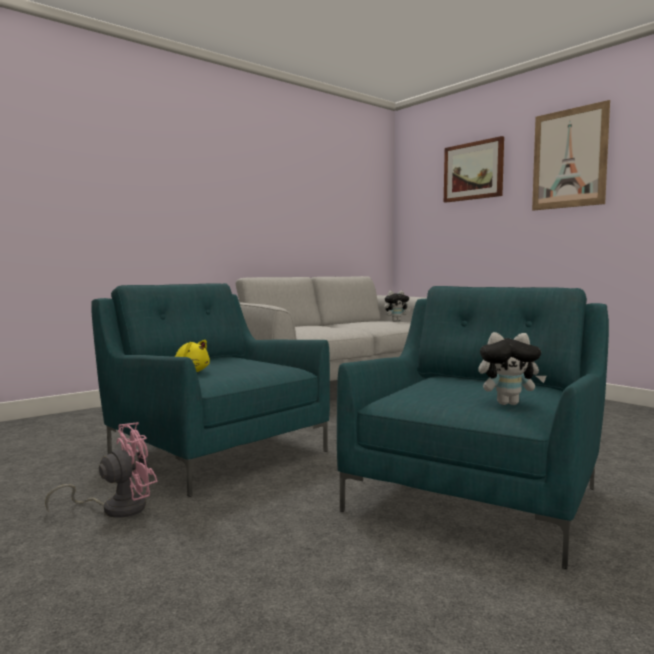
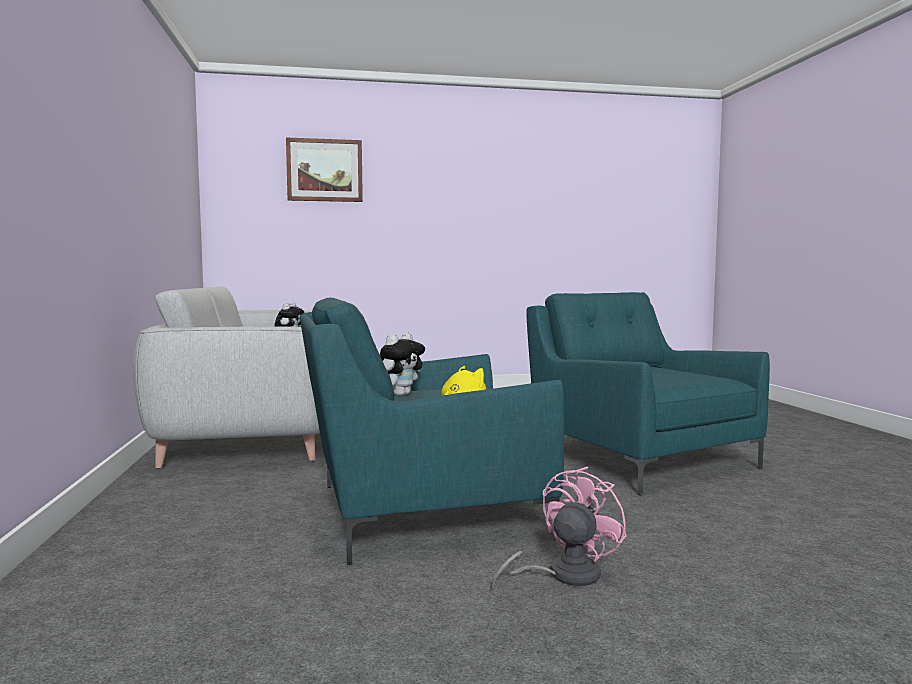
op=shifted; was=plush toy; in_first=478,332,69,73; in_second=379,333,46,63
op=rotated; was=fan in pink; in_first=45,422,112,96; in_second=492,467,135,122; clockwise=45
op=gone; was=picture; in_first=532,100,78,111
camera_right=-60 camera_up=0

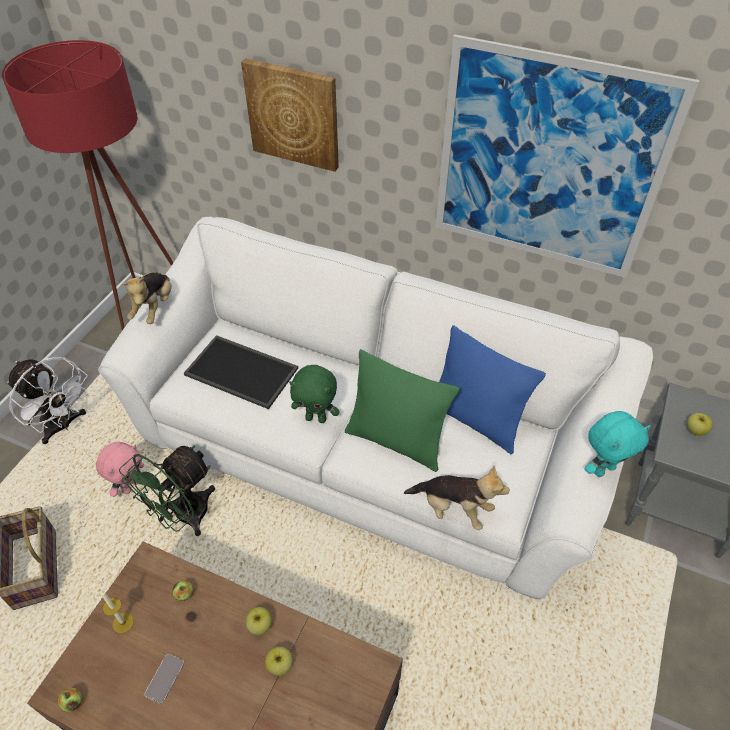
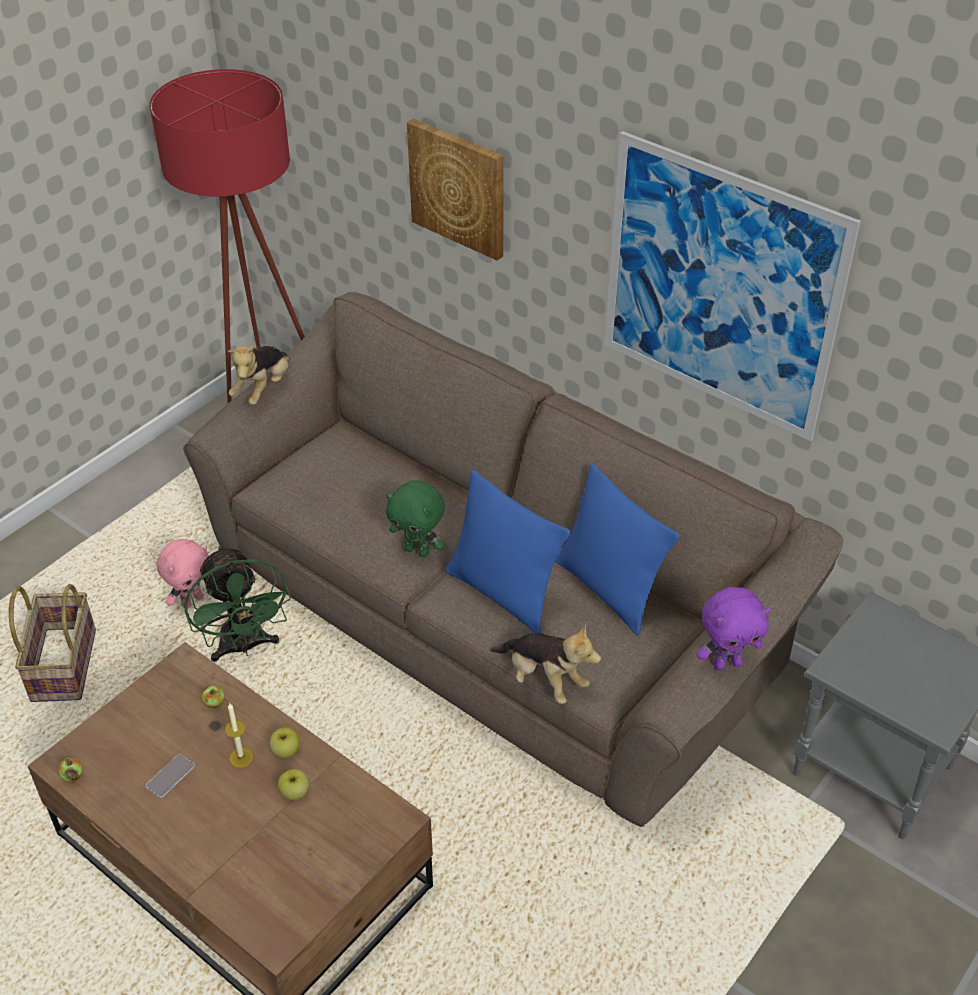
op=repainted; was=sofa in white; now=sofa in brown; in_first=98,217,555,383; in_second=183,292,660,535
op=rotated; was=fan in green; in_first=119,446,96,90; in_second=184,545,107,117; clockwise=-75
op=shifted; was=candle; in_first=101,591,33,42; in_second=225,703,28,65
op=repainted; was=pillow in green; now=pillow in blue; in_first=345,350,114,122; in_second=445,470,125,163
op=repainted; was=plush toy in turquoise; now=plush toy in purple; in_first=585,411,66,66; in_second=697,587,74,83
op=gone; was=fan in white; in_first=7,357,83,87
op=gone; was=tray; in_first=184,335,114,74
op=gone; was=apple; in_first=687,413,26,23
camera_right=15 camera_up=-5

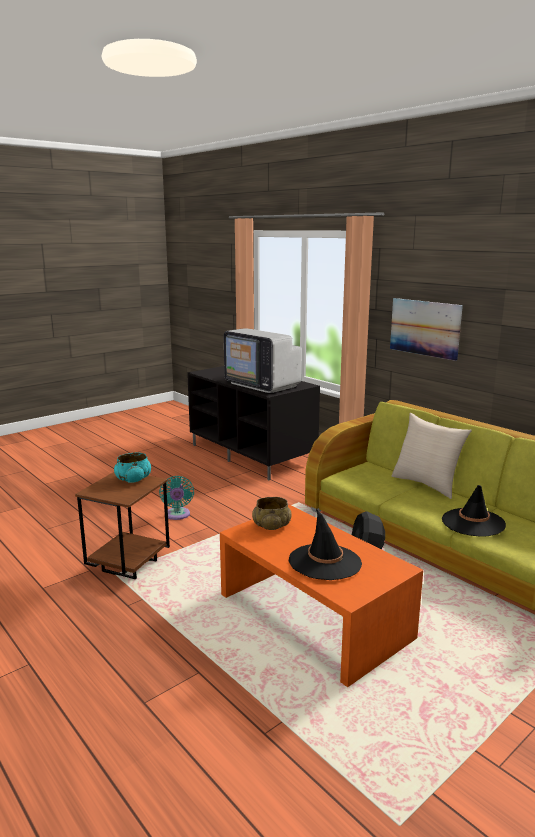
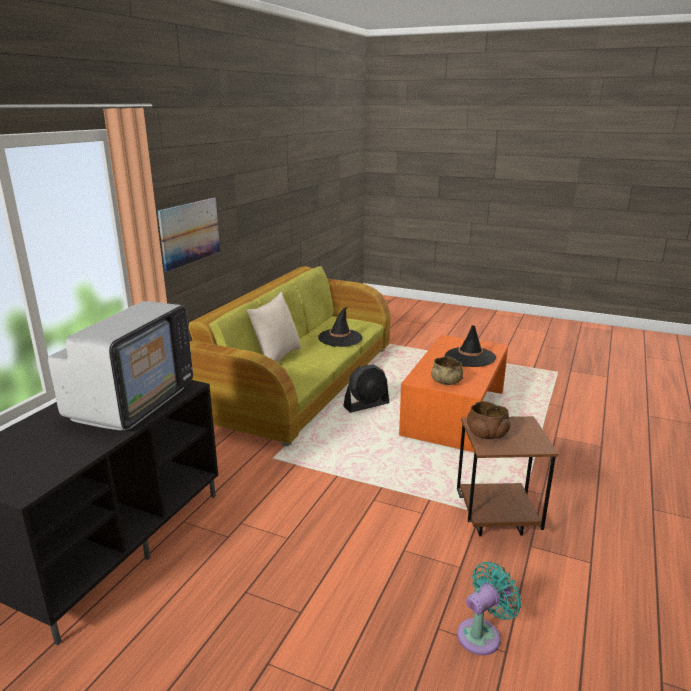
op=shifted; was=fan in turquoise; in_first=159,476,35,44; in_second=457,561,65,94
op=repainted; was=bowl in turquoise; now=bowl in brown; in_first=114,452,37,31; in_second=467,401,43,38
camera_right=-115 camera_up=5

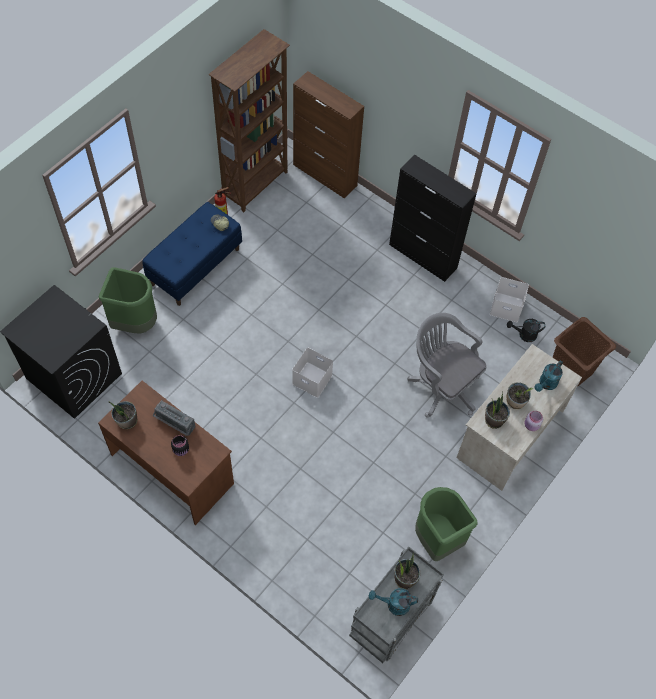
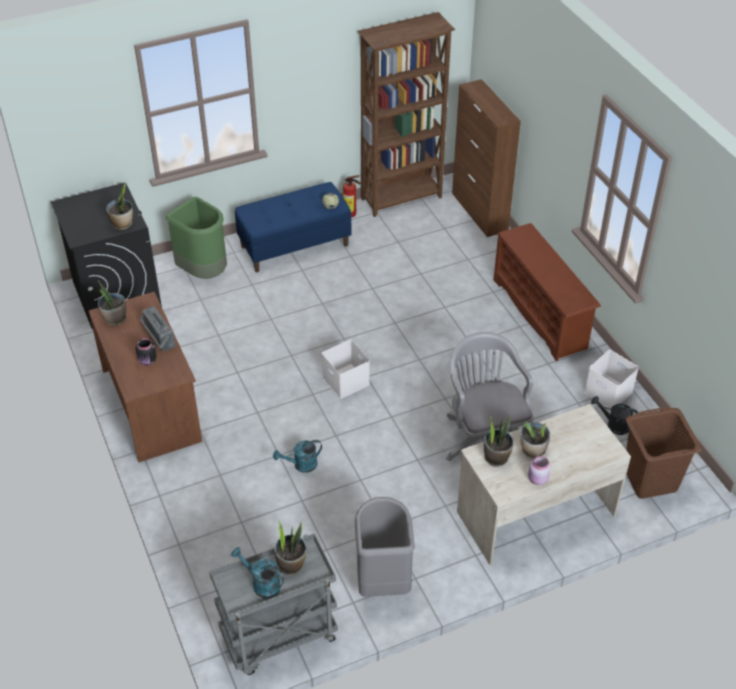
op=new; now=potted plant; in_second=106,183,27,47
op=shifted; was=watering can in turquoise; in_first=535,360,28,32; in_second=273,440,49,33
op=repainted; was=trash can in green; now=trash can in grey; in_first=415,487,63,74; in_second=355,497,60,100
op=swapped; was=cabinet in black; now=shoe rack in brown; in_first=389,155,88,127; in_second=494,223,107,138
camera_right=30 camera_up=-15

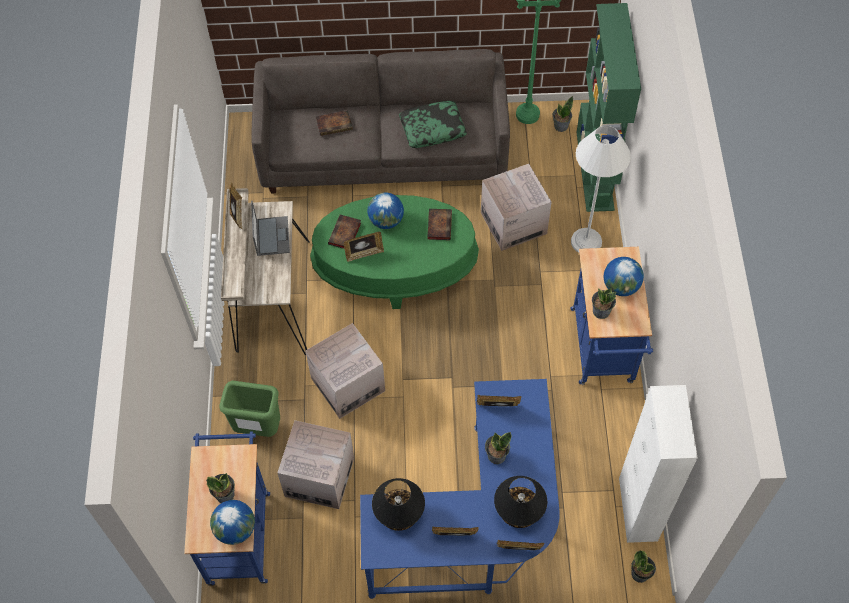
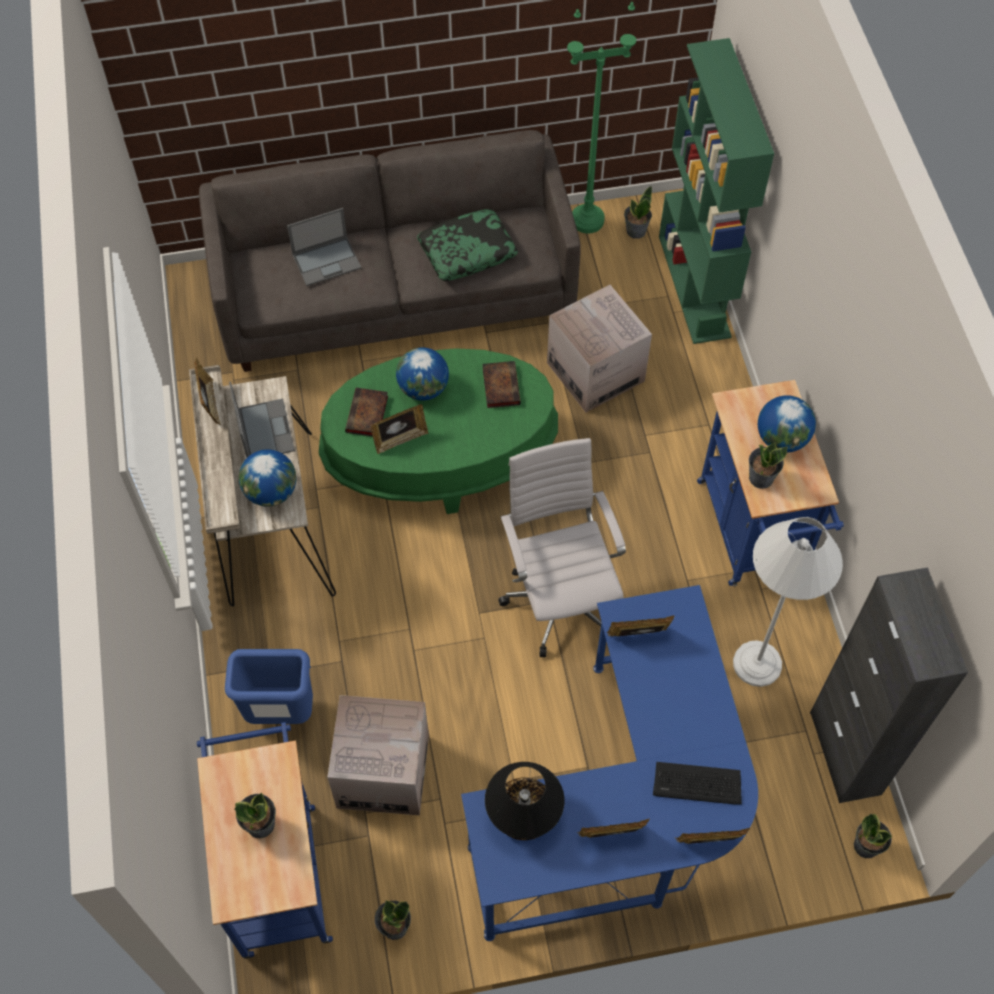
op=repainted; was=trash can in green; now=trash can in blue; in_first=219,381,61,56; in_second=225,649,88,75
op=shifted; was=globe; in_first=210,500,45,45; in_second=239,449,57,58
op=swapped; was=book; now=laptop; in_first=316,110,37,26; in_second=287,208,74,78
op=shifted; was=potted plant; in_first=485,432,26,32; in_second=375,900,36,40
op=new; now=office chair in white; in_second=498,438,128,219
op=swapped; was=table lamp in black; now=keyboard; in_first=494,476,53,52; in_second=653,762,89,43
op=shifted; was=floor lamp in white; in_first=571,125,60,127; in_second=733,517,110,170
op=repainted; was=cabinet in white; now=cabinet in black; in_first=619,385,79,158; in_second=810,567,158,236
op=gone; was=cardboard box; in_first=305,323,80,96
camera_right=-10 camera_up=0

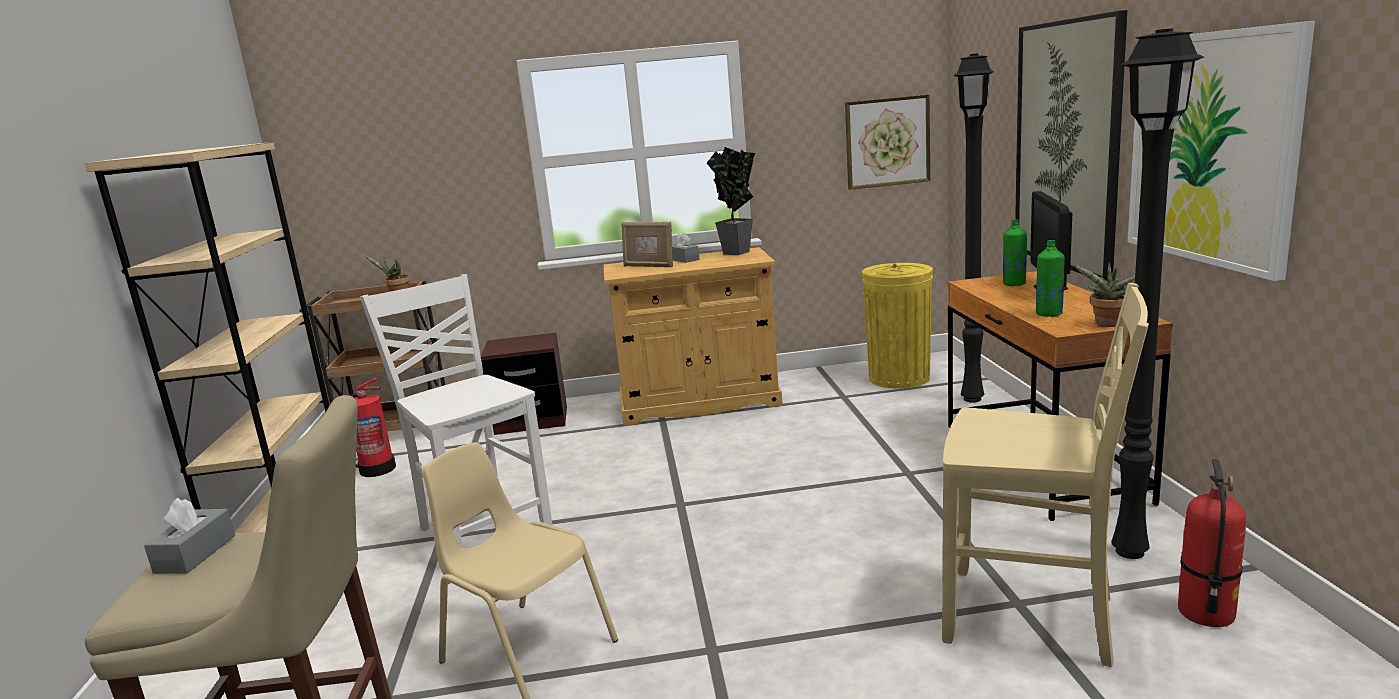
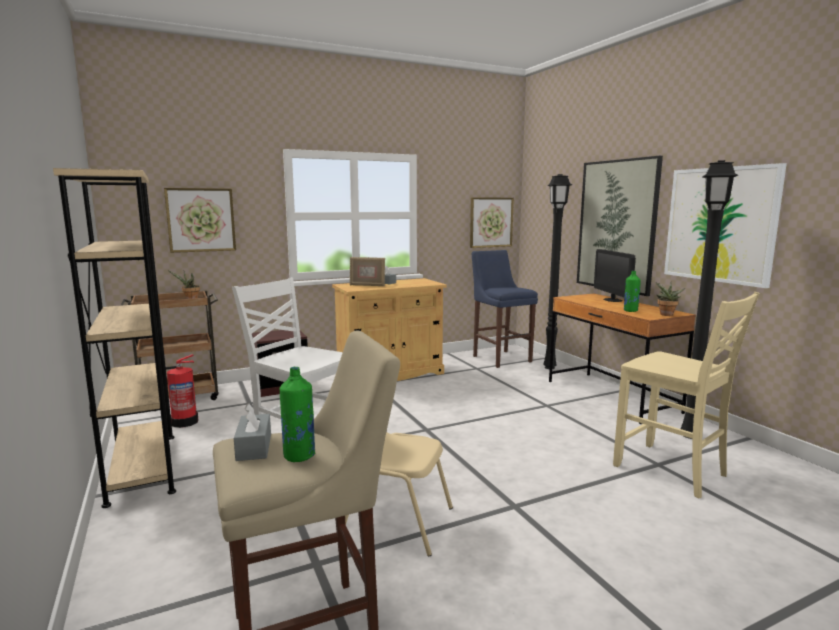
op=new; now=picture; in_second=164,188,72,65
op=shifted; was=bottle in green; in_first=1003,219,24,67; in_second=280,367,35,95
op=swapped; was=trash can in yellow; now=stool in blue; in_first=862,263,71,126; in_second=472,250,66,118
op=rotated; was=chair in beige; in_first=942,283,207,384; in_second=613,292,146,206; clockwise=45
op=gone; was=potted plant; in_first=707,147,48,108
op=gone; was=fire extinguisher; in_first=1178,459,68,168
camera_right=-20 camera_up=-5

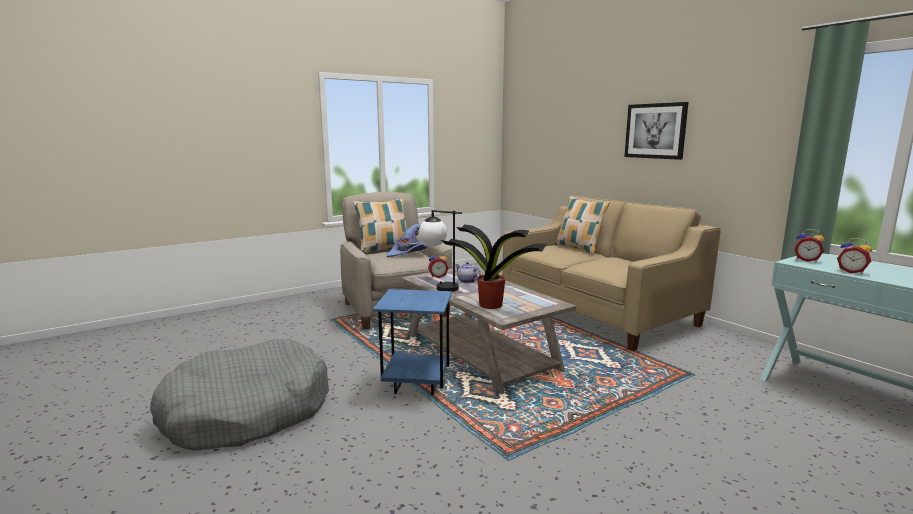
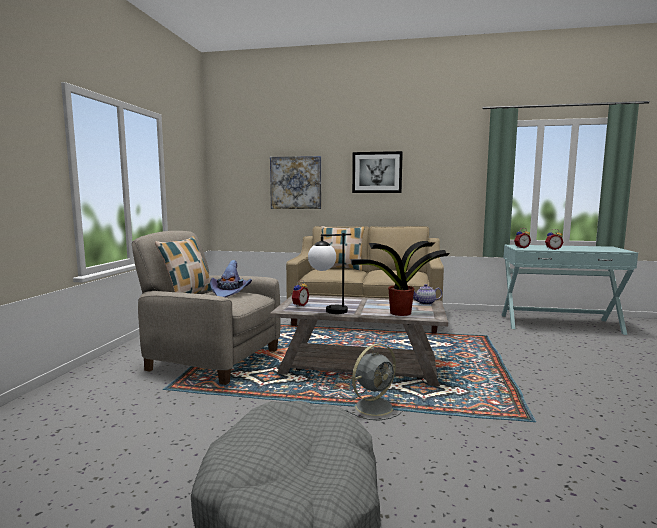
op=new; now=picture; in_second=270,156,51,53
op=swapped; was=side table in blue; now=fan in grey; in_first=373,289,79,106; in_second=345,343,58,77
op=shifted; was=teapot; in_first=455,262,26,21; in_second=413,284,29,21
camera_right=-45 camera_up=-5

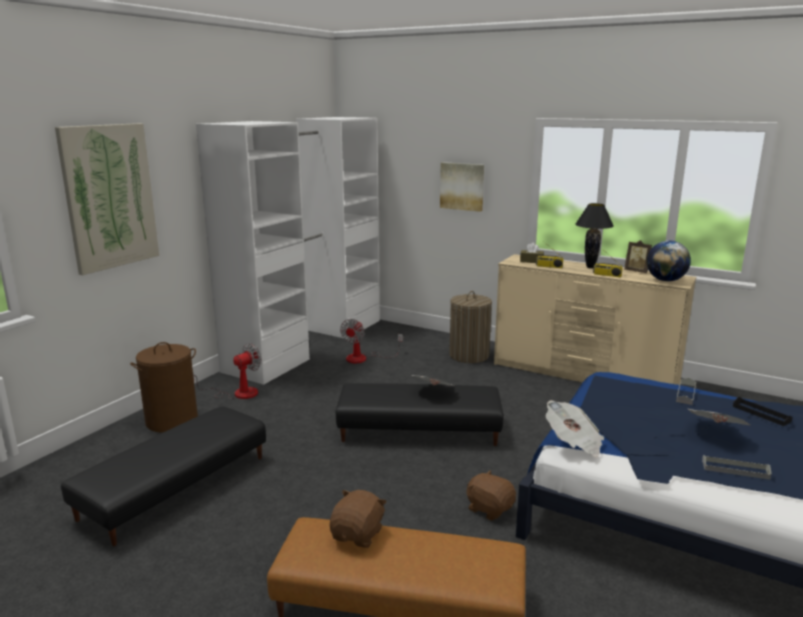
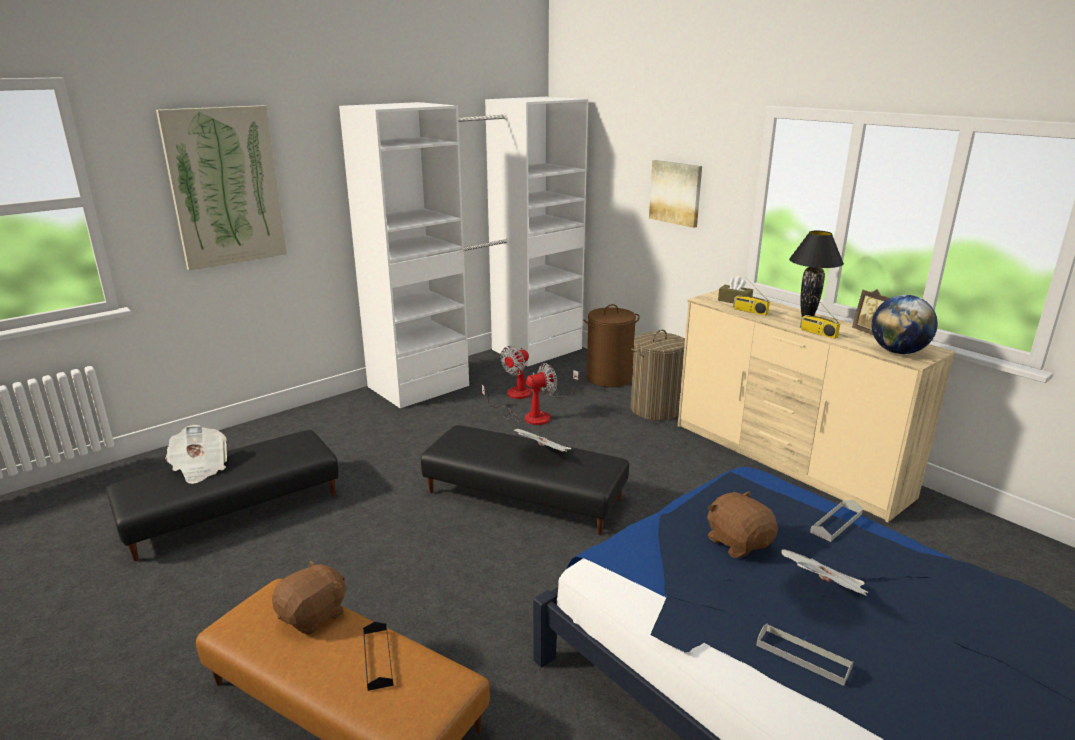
op=shifted; was=newspaper; in_first=545,400,59,57; in_second=166,425,61,59
op=shifted; was=tray in black; in_first=733,397,60,29; in_second=363,622,30,69
op=shifted; was=fan; in_first=193,343,69,56; in_second=482,363,75,62
op=shifted; was=laundry basket in brown; in_first=130,342,68,91; in_second=583,304,57,83
op=shifted; was=plush toy in brown; in_first=467,470,49,51; in_second=707,491,71,67
camera_right=20 camera_up=5

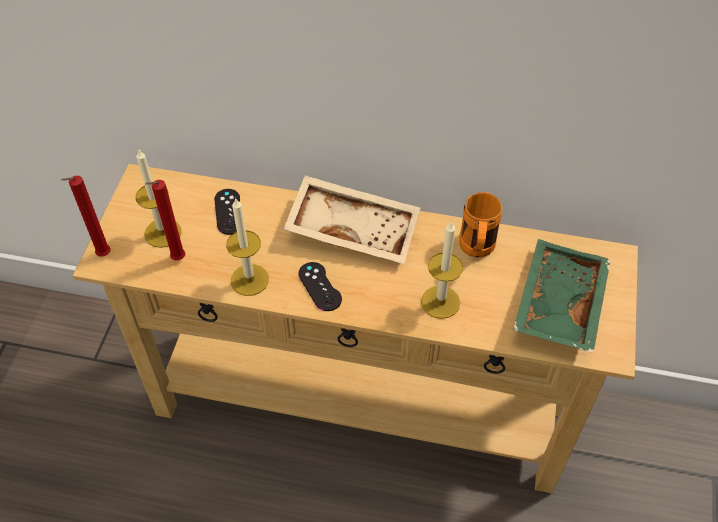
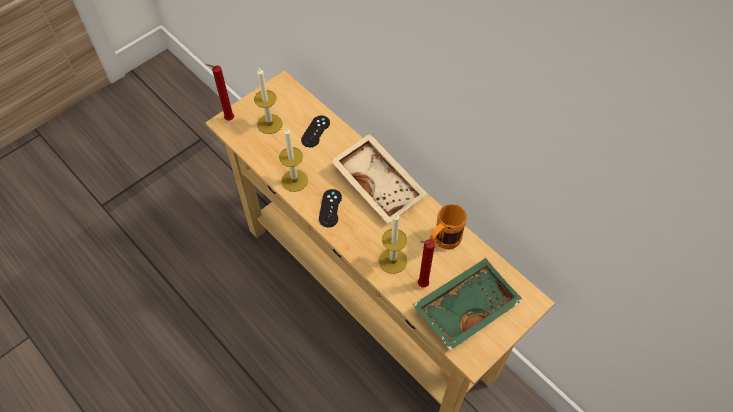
op=shifted; was=candle in red; in_first=145,180,40,80; in_second=418,239,17,49
camera_right=35 camera_up=5

